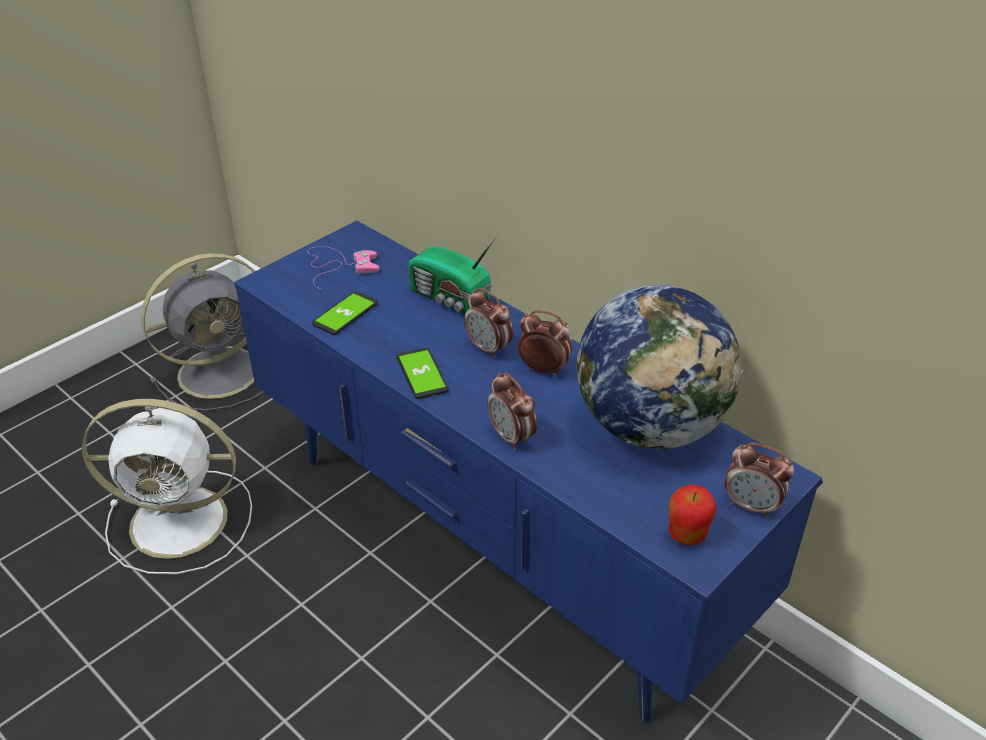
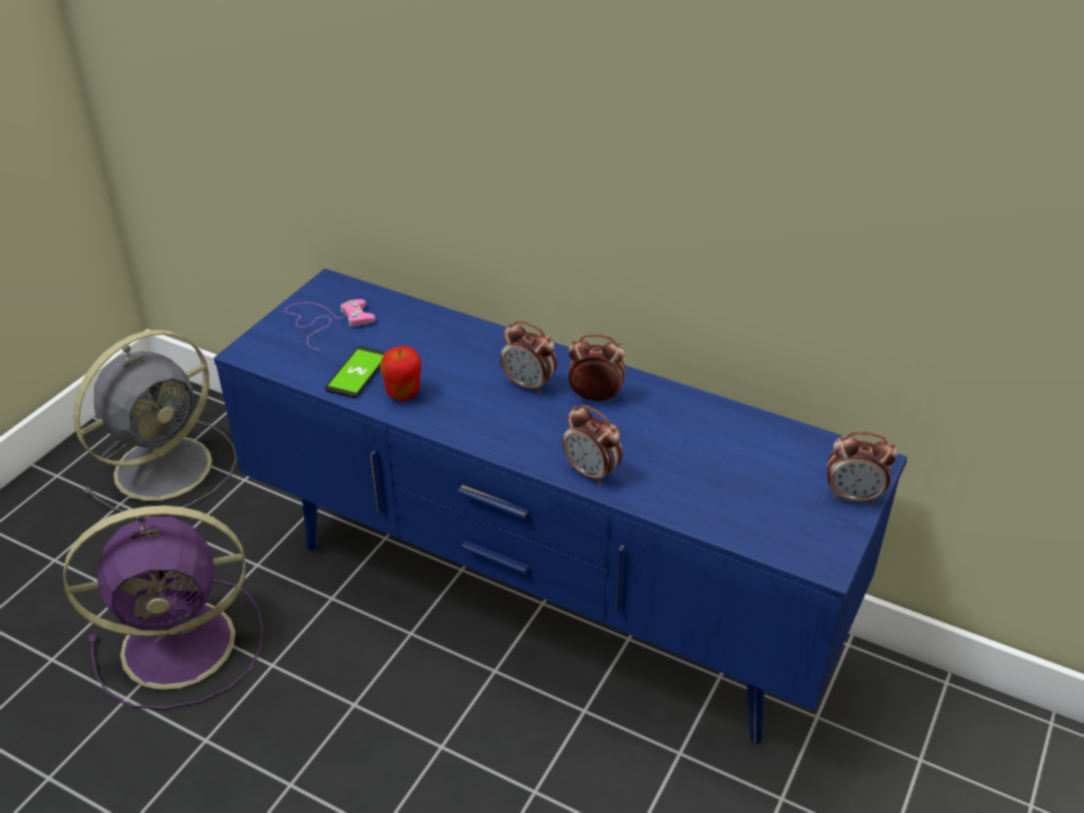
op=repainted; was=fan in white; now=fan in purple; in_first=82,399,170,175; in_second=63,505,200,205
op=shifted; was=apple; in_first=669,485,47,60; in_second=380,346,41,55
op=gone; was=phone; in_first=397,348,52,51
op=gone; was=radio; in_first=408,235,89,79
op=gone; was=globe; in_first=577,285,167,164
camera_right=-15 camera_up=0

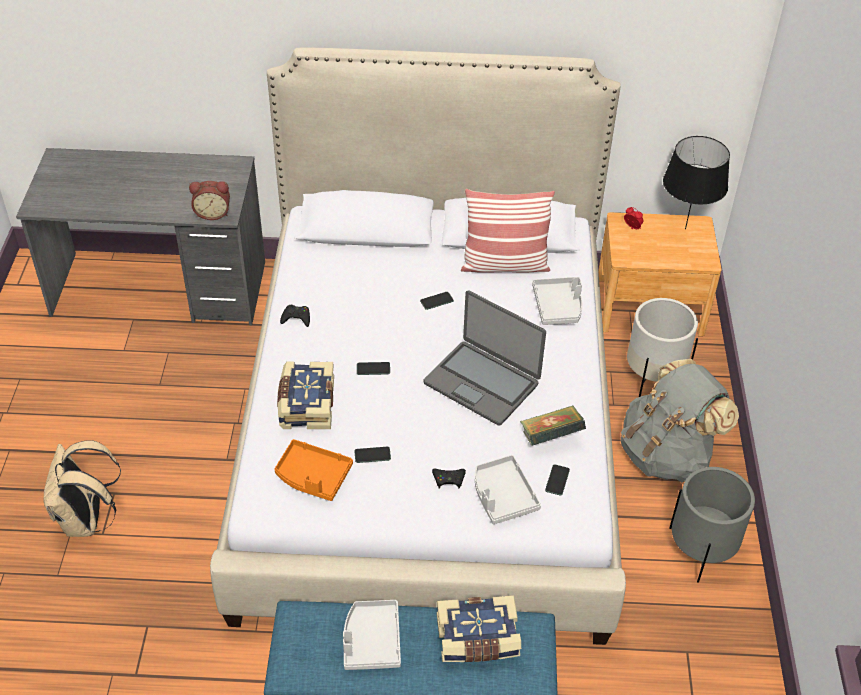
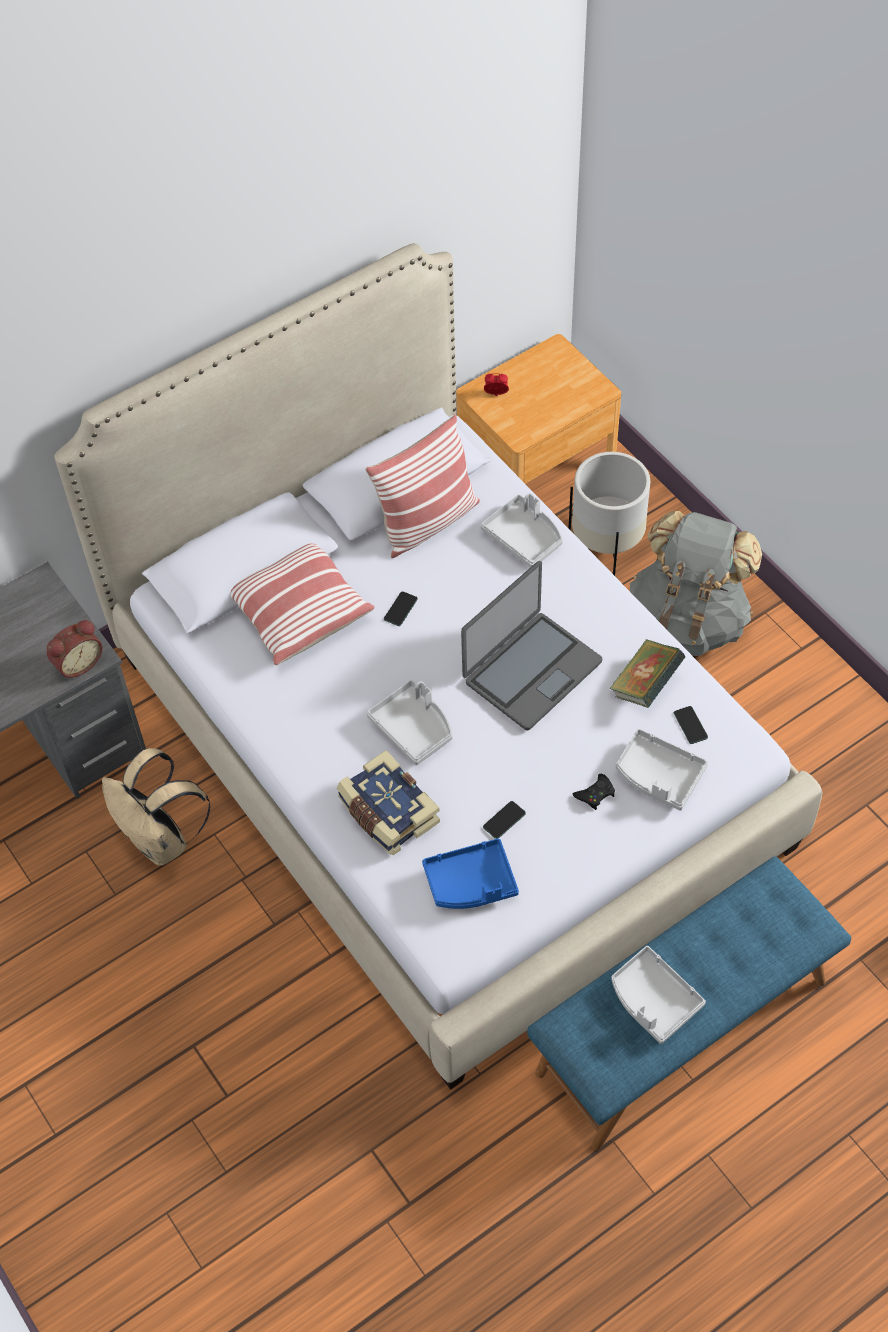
op=shifted; was=backpack in beige; in_first=44,440,77,97; in_second=102,748,109,118
op=new; now=pillow; in_second=231,543,143,122
op=swapped; was=phone; now=tray in grey; in_first=357,362,33,13; in_second=367,680,85,85
op=repainted; was=tray in orange; now=tray in blue; in_first=274,439,79,62; in_second=422,838,97,71
op=rotated; was=laptop; in_first=424,290,122,136; in_second=461,561,141,169; clockwise=-45
op=gone; was=game controller in black; in_first=280,305,30,22
op=gone; was=book; in_first=437,595,84,67
op=gone; was=table lamp in black; in_first=663,136,67,93
op=gone; was=planter in grey; in_first=669,467,86,116
camera_right=-35 camera_up=10

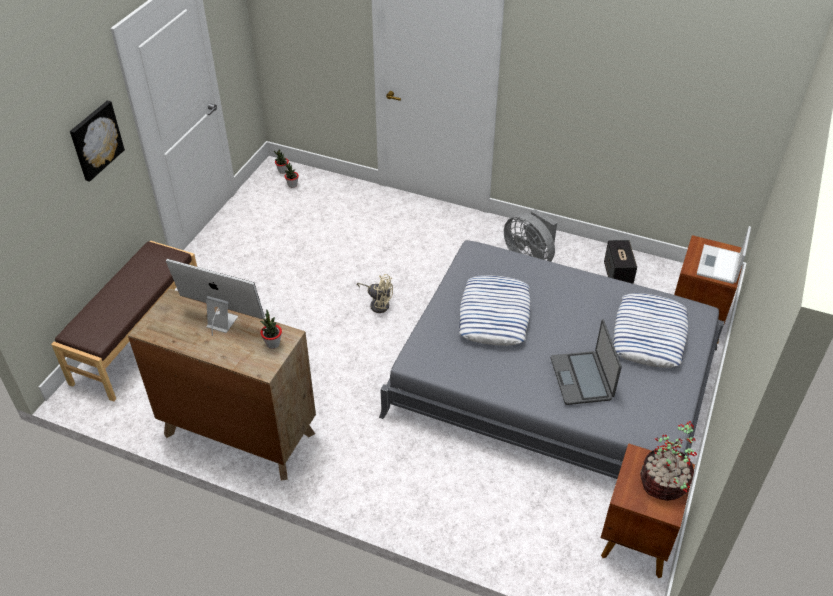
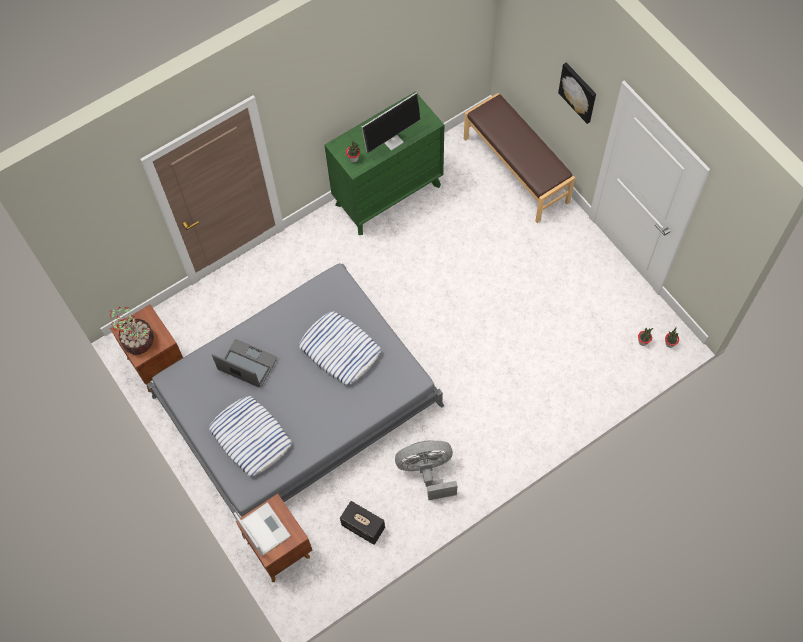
op=repainted; was=dresser in brown; now=dresser in green; in_first=128,288,188,192; in_second=324,91,120,144
op=gone; was=fan in beige; in_first=357,274,36,39
camera_right=125 camera_up=20

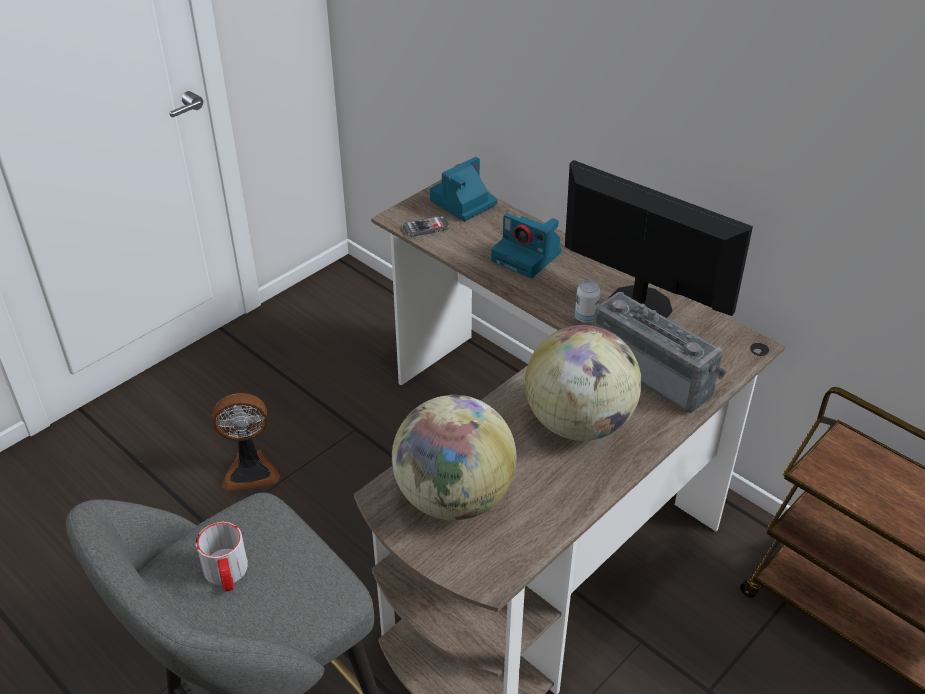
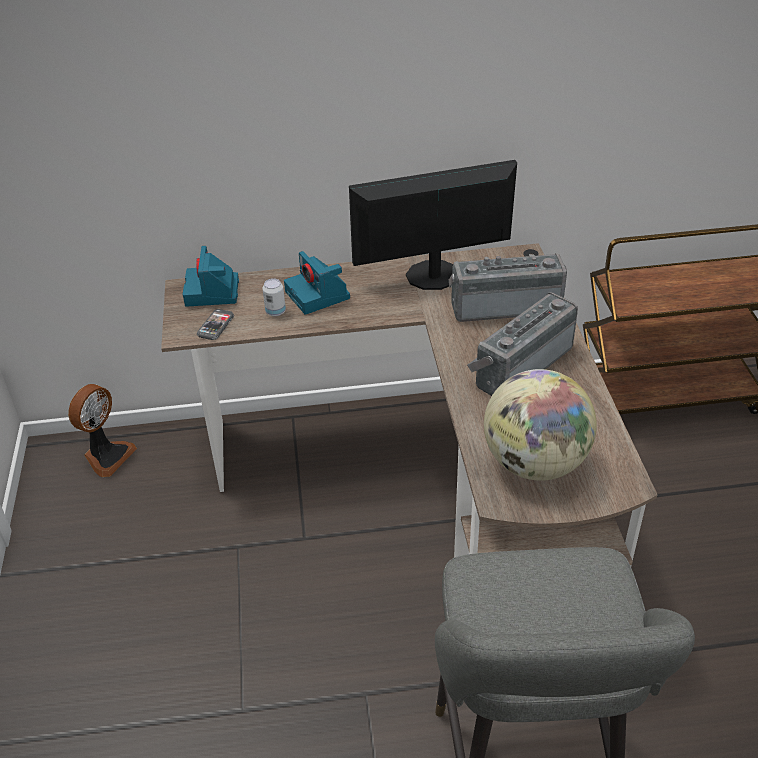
op=shifted; was=fan; in_first=213,393,67,99; in_second=68,384,69,93
op=shifted; was=can; in_first=575,280,25,43; in_second=262,278,24,39
op=rotated; was=photo camera; in_first=491,213,71,65; in_second=284,251,66,64; clockwise=75
op=swapped; was=globe; now=radio; in_first=525,325,117,116; in_second=467,292,111,104
op=gone; was=mug; in_first=196,522,52,70
camera_right=-50 camera_up=0

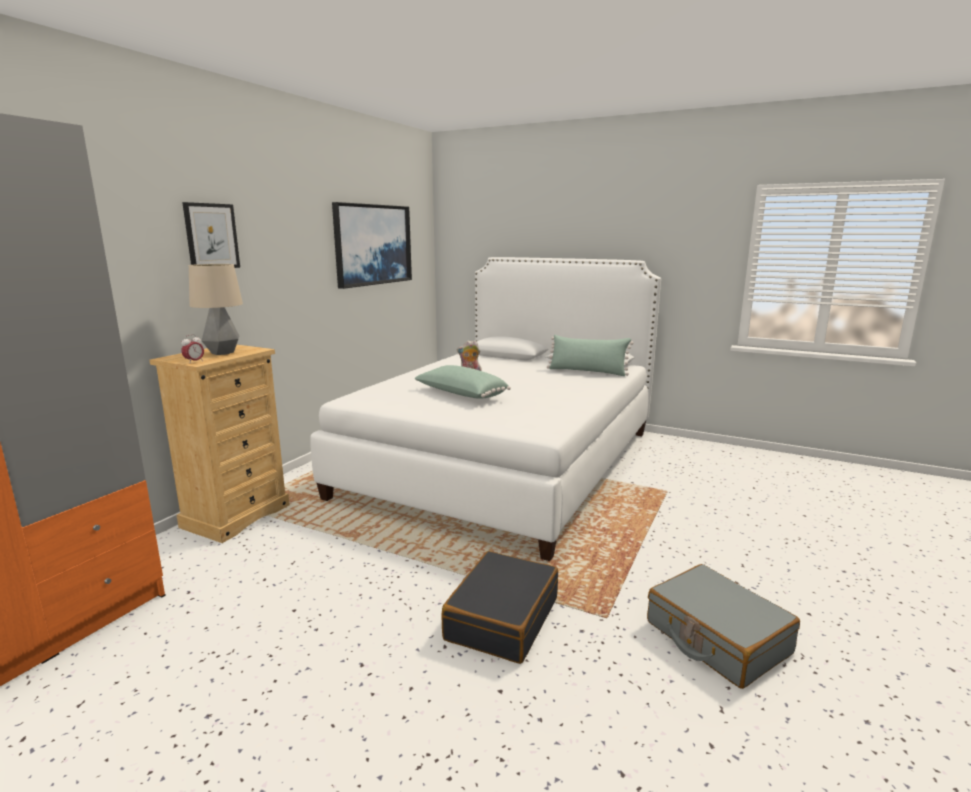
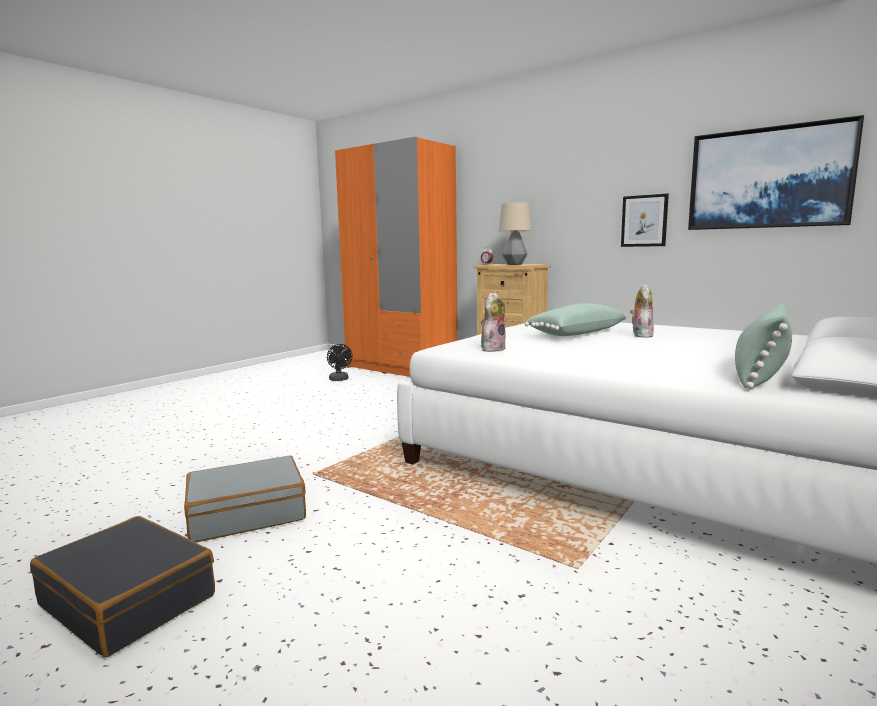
op=shifted; was=suitcase in black; in_first=441,551,117,113; in_second=30,516,185,142
op=new; now=fan in black; in_second=327,344,26,37
op=new; now=plush toy; in_second=481,292,25,60
op=shifted; was=picture; in_first=182,202,58,66; in_second=621,194,48,53
camera_right=100 camera_up=-5

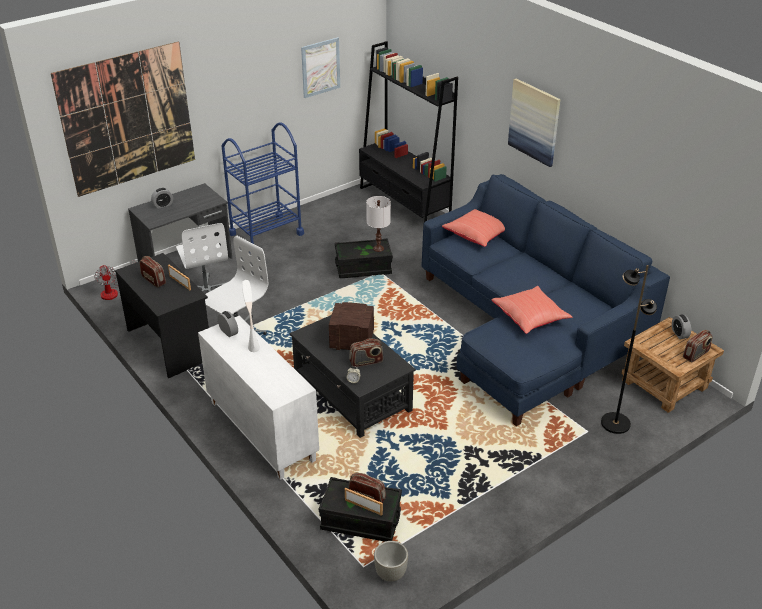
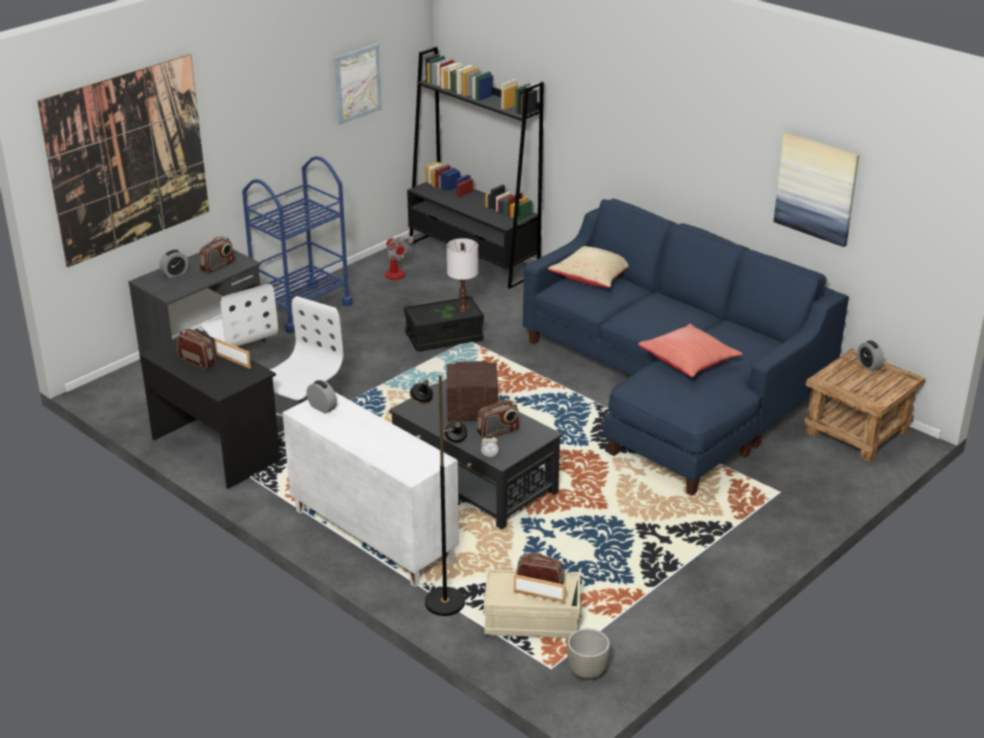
op=shifted; was=radio; in_first=683,330,30,32; in_second=199,237,36,37
op=shifted; was=fan; in_first=94,260,41,40; in_second=385,236,30,44
op=shifted; was=floor lamp in black; in_first=601,265,56,169; in_second=410,374,58,242
op=repainted; was=storage box in black; now=storage box in beige; in_first=319,477,83,65; in_second=483,569,99,69
op=repainted; was=pillow in red; now=pillow in beige; in_first=442,209,63,38; in_second=548,246,80,42
op=shifted; was=picture; in_first=508,79,52,88; in_second=774,132,85,115
op=gone; was=table lamp in white; in_first=242,280,18,72
camera_right=-10 camera_up=-5

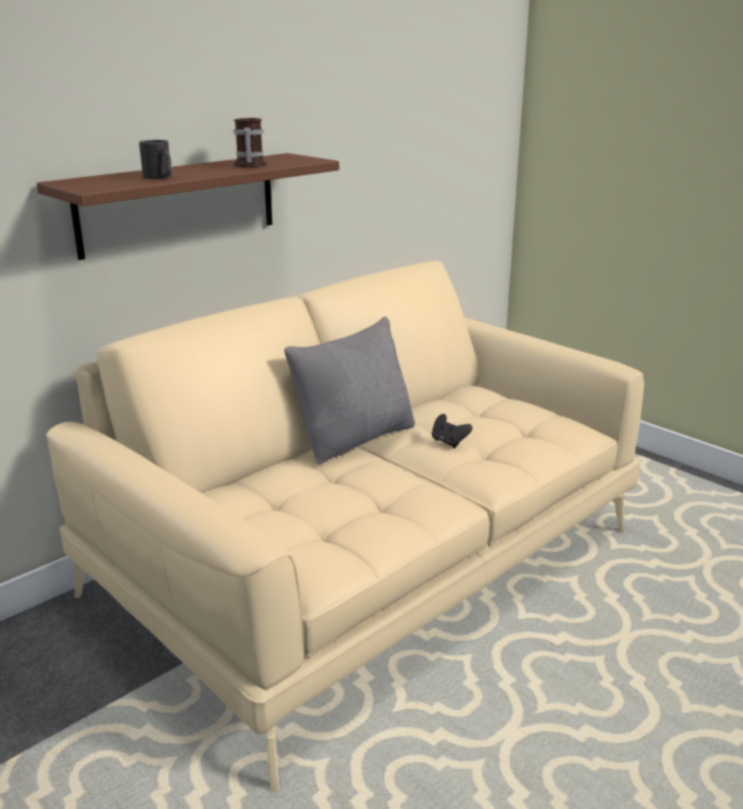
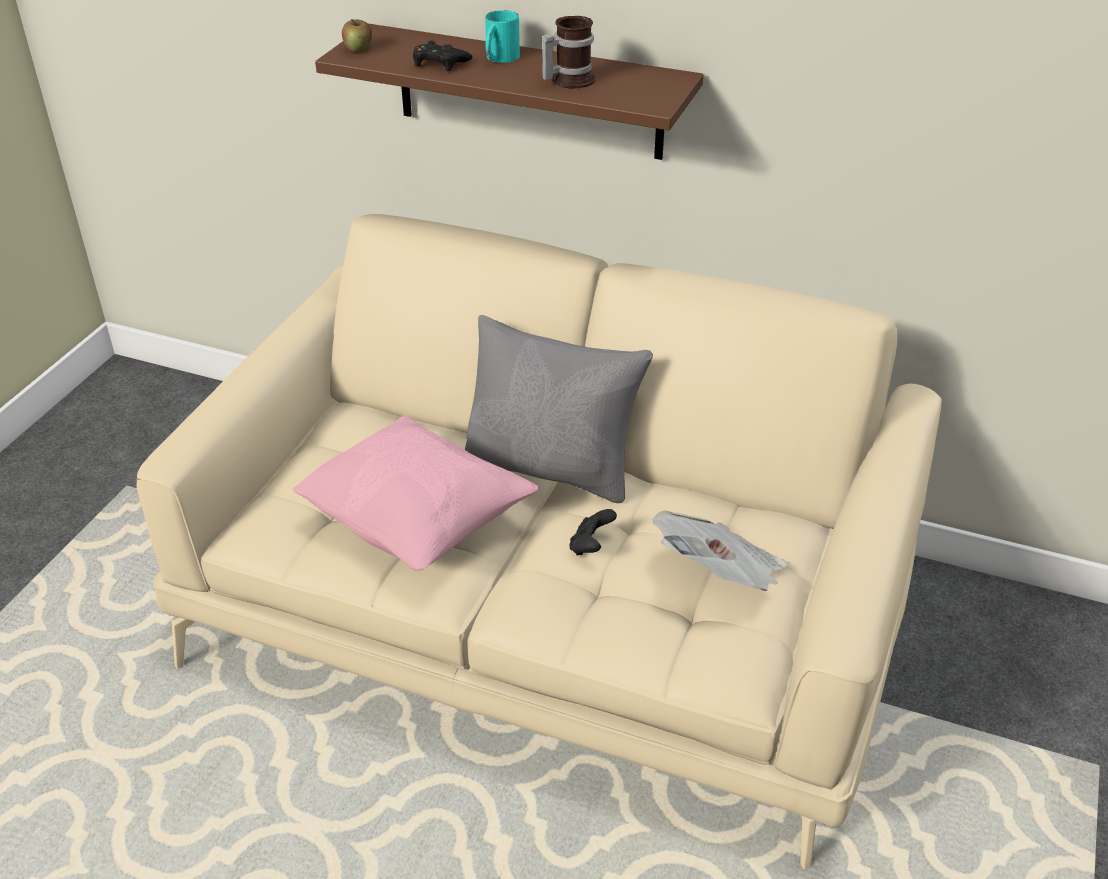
op=new; now=pillow in pink; in_second=292,415,247,155
op=new; now=apple; in_second=342,19,30,33
op=swapped; was=mug in black; now=game controller in black; in_first=139,140,32,39; in_second=413,41,60,30
op=new; now=mug in turquoise; in_second=485,10,35,53
op=new; now=newspaper; in_second=652,511,136,80
camera_right=65 camera_up=15

